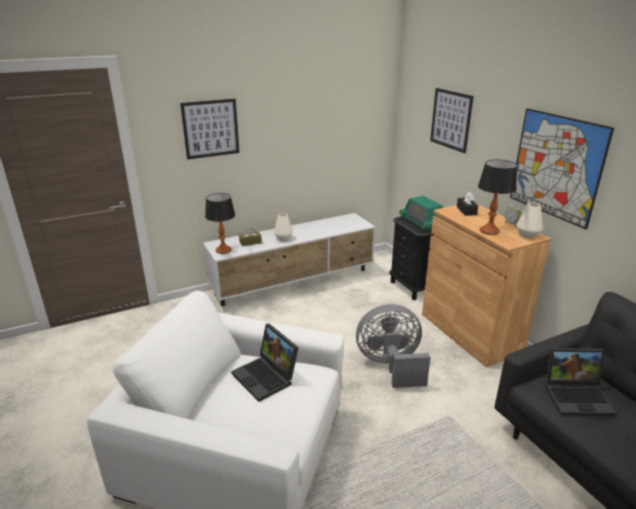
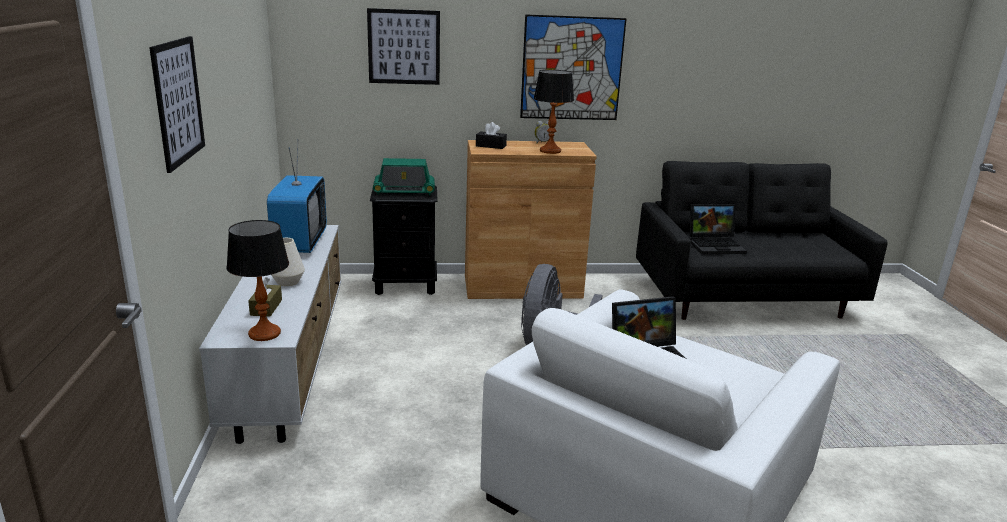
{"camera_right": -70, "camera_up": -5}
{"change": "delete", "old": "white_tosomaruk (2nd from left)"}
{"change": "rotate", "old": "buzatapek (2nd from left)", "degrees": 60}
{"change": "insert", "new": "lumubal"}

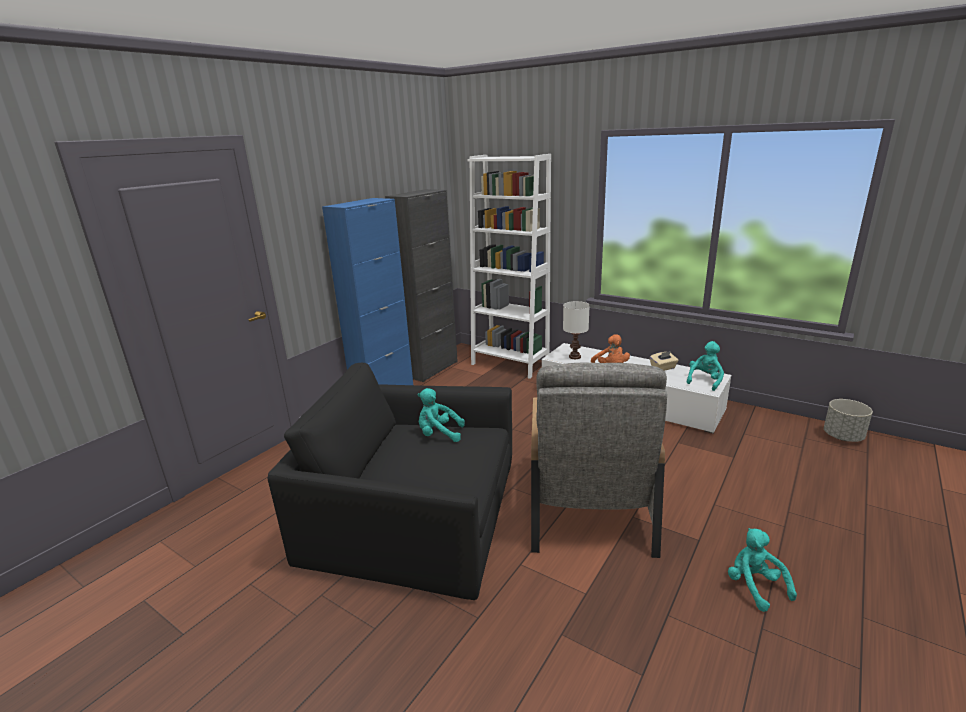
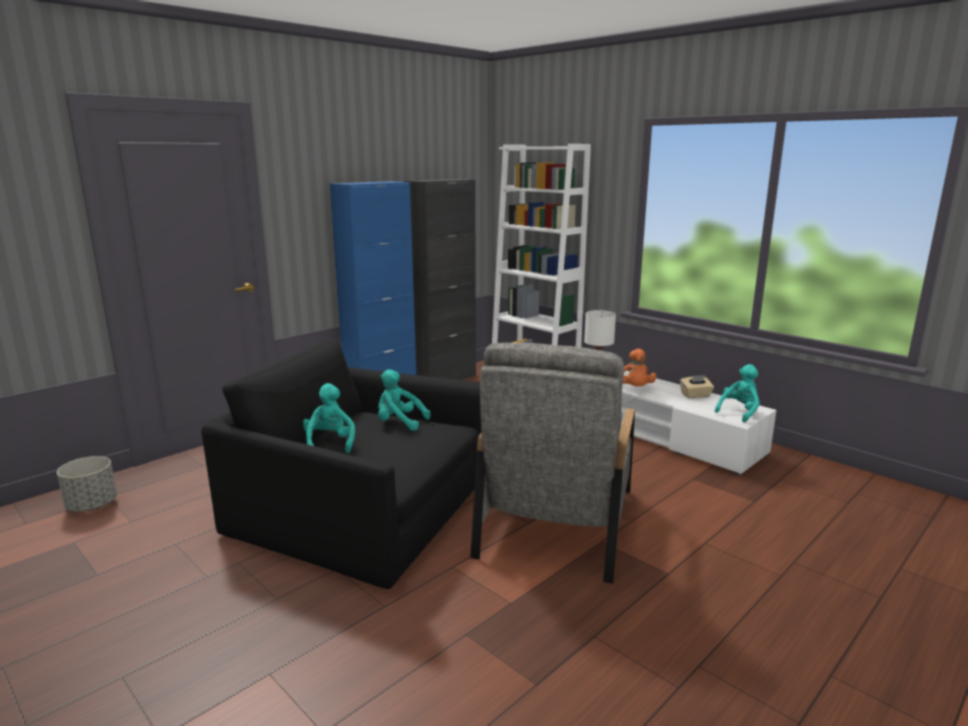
{"camera_right": 10, "camera_up": -5}
{"change": "move", "old": "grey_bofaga"}
{"change": "move", "old": "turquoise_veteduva (3rd from left in the first image)", "new": "turquoise_veteduva (1st from left)"}

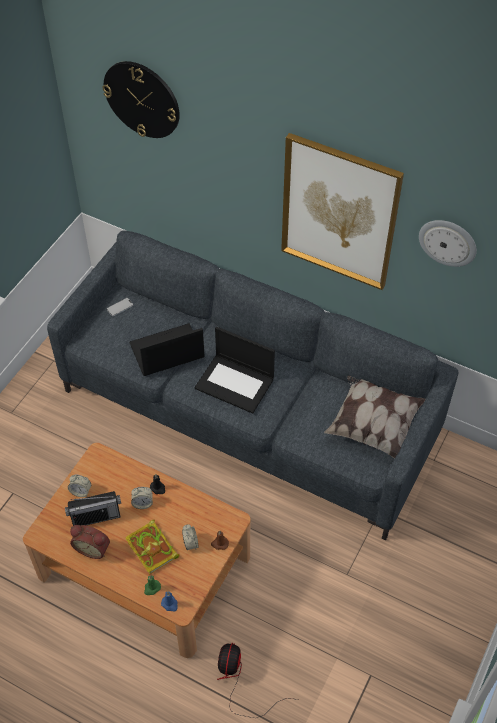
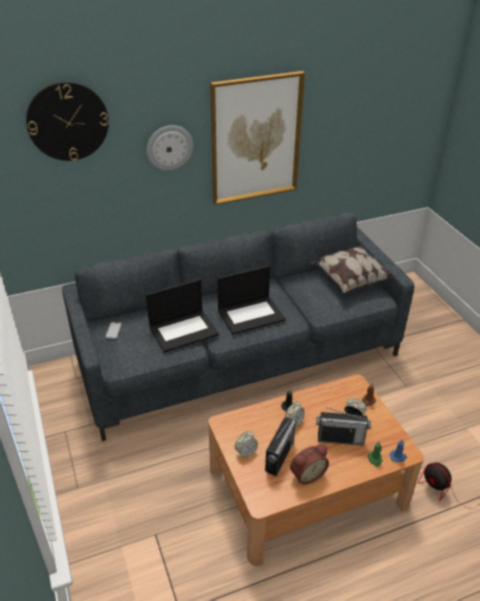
{"camera_right": -50, "camera_up": -15}
{"change": "move", "old": "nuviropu (2nd from left)"}
{"change": "rotate", "old": "buzatapek (1st from left)", "degrees": -135}
{"change": "replace", "old": "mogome", "new": "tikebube (2nd from left)"}

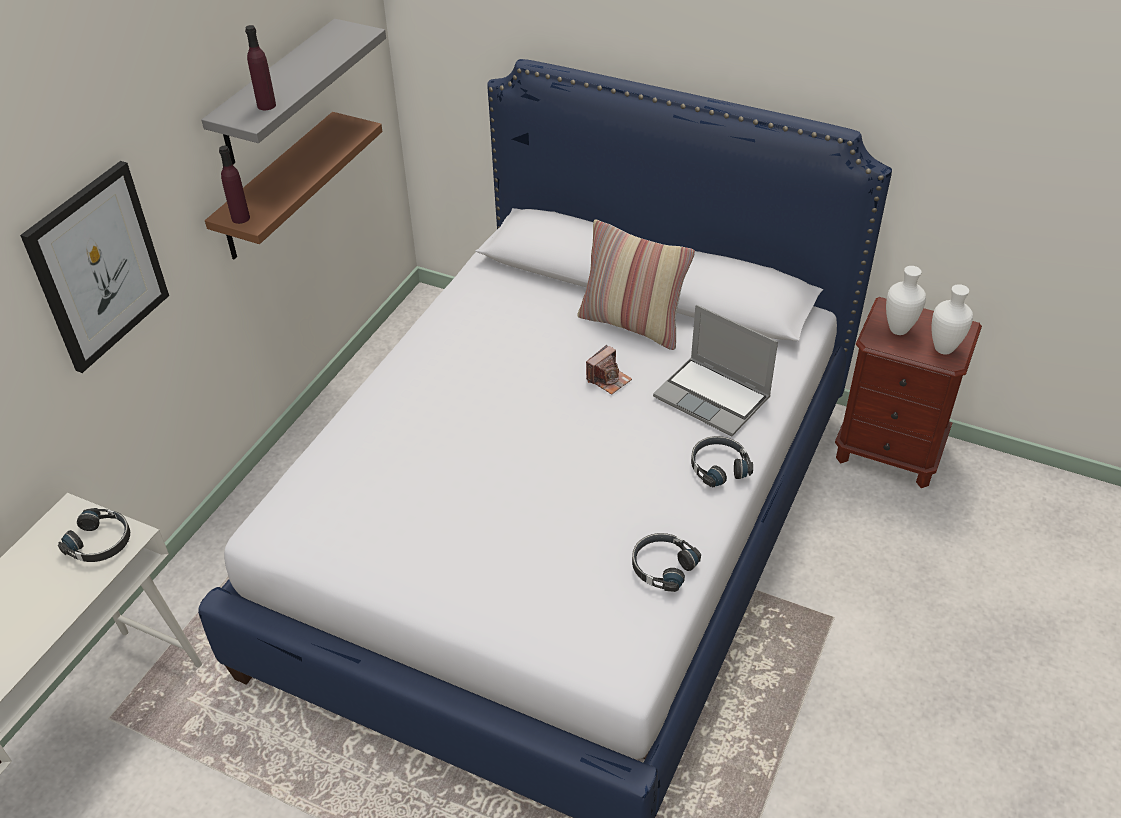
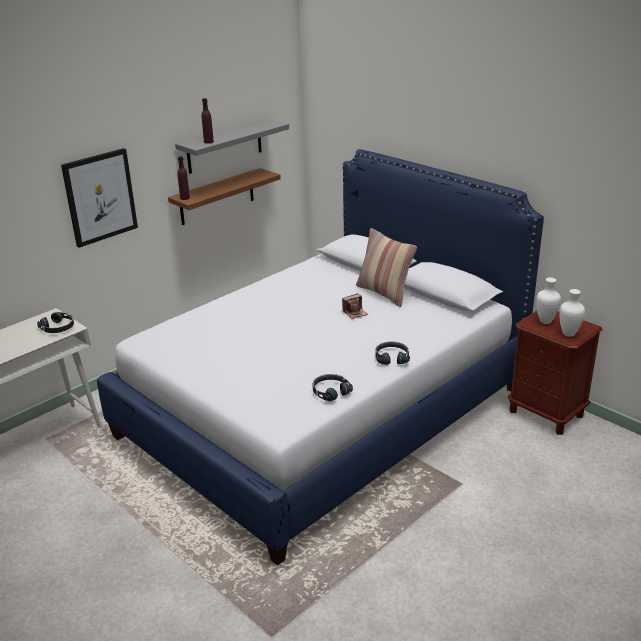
{"camera_right": 20, "camera_up": -15}
{"change": "delete", "old": "buzatapek"}

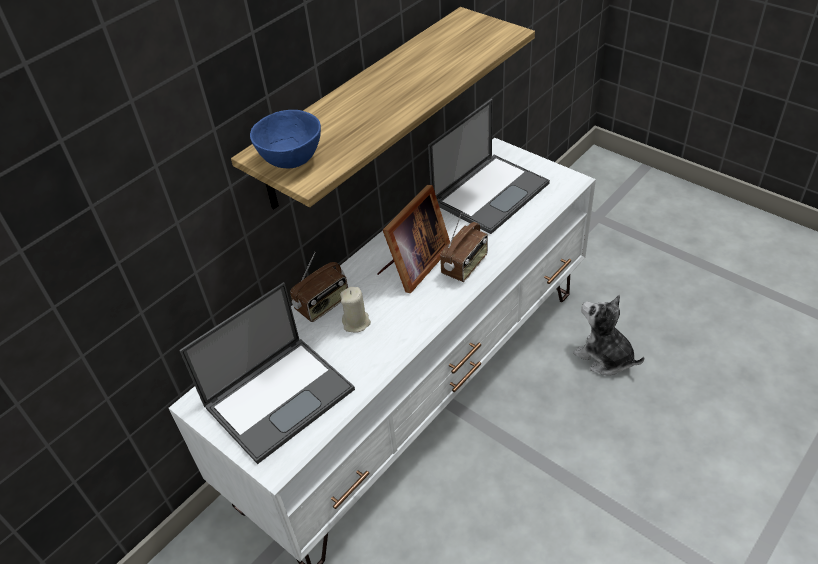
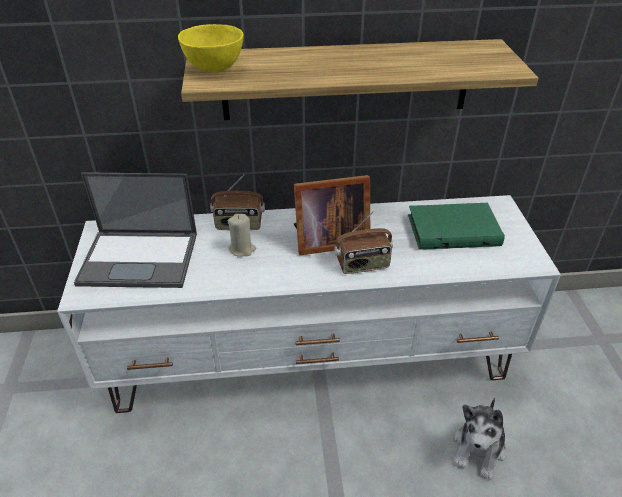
{"camera_right": 40, "camera_up": -5}
{"change": "replace", "old": "buzatapek (2nd from left)", "new": "green_mogome"}
{"change": "recolor", "old": "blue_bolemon", "new": "yellow_bolemon"}
{"change": "rotate", "old": "veteduva", "degrees": -150}

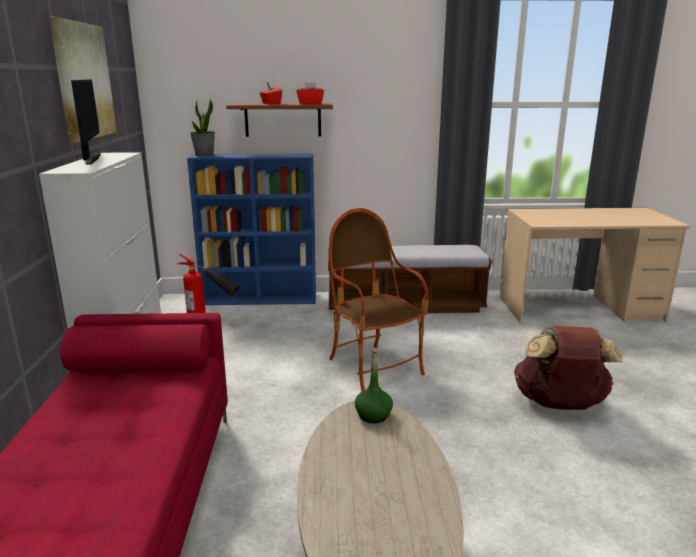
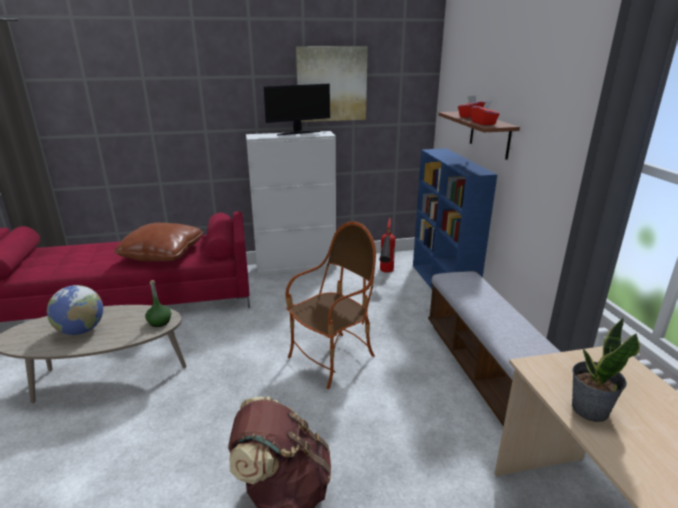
{"camera_right": 80, "camera_up": 5}
{"change": "move", "old": "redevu"}
{"change": "insert", "new": "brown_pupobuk"}
{"change": "insert", "new": "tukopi"}

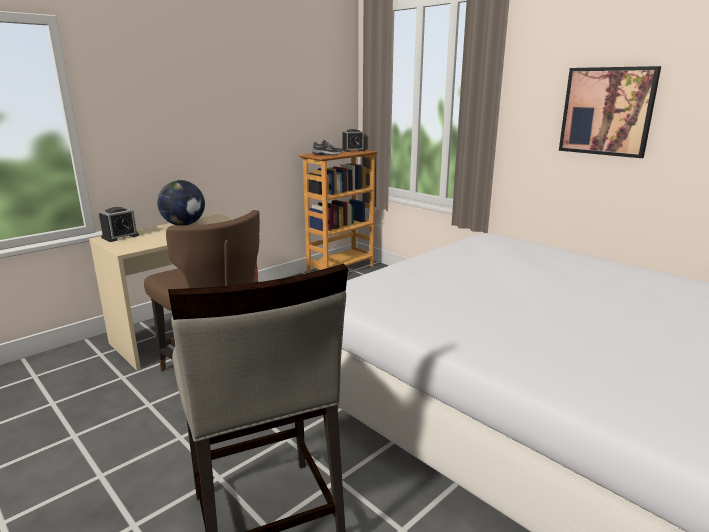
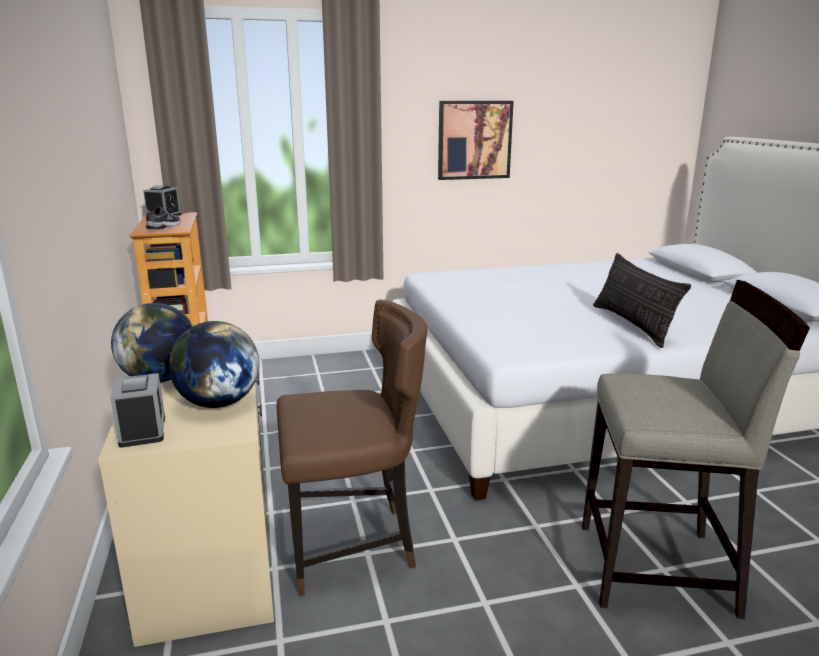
{"camera_right": -60, "camera_up": 0}
{"change": "insert", "new": "pupobuk"}
{"change": "insert", "new": "tukopi (2nd from left)"}

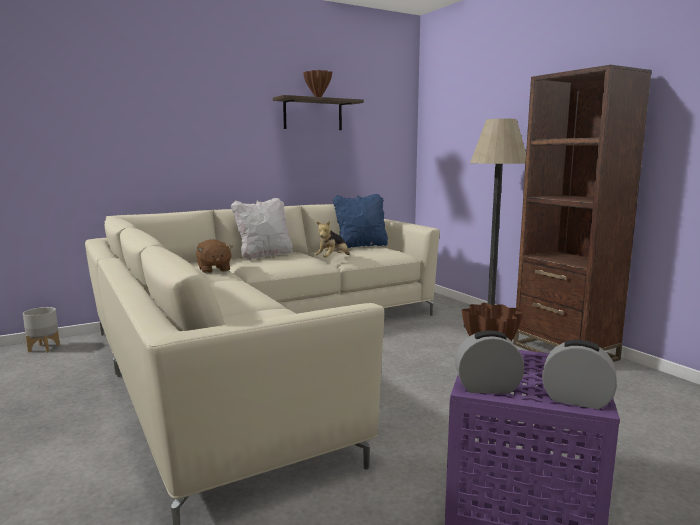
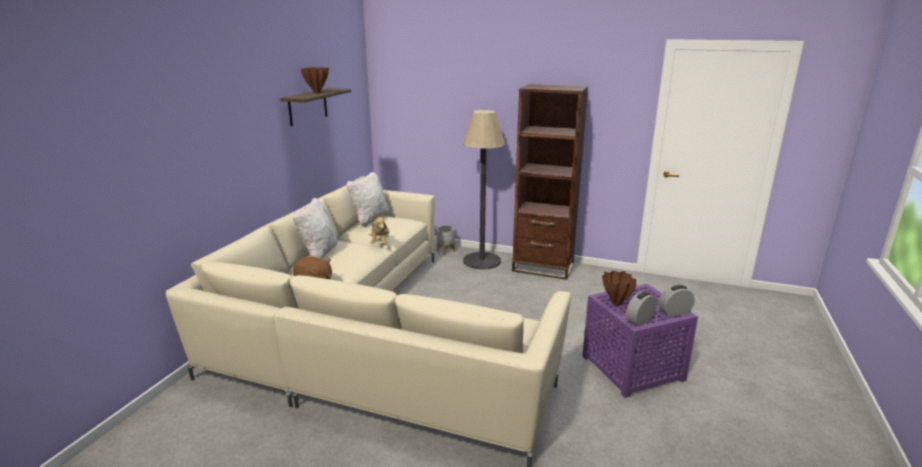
{"camera_right": -40, "camera_up": 10}
{"change": "recolor", "old": "blue_pupobuk", "new": "white_pupobuk (2nd from left)"}
{"change": "move", "old": "grey_bofaga"}

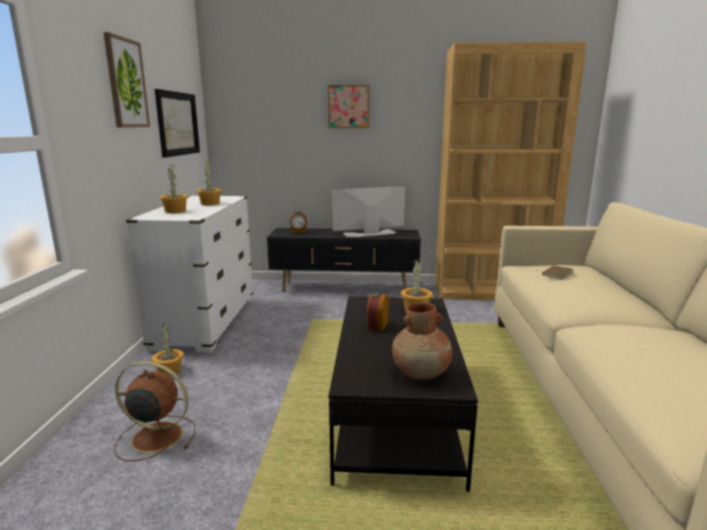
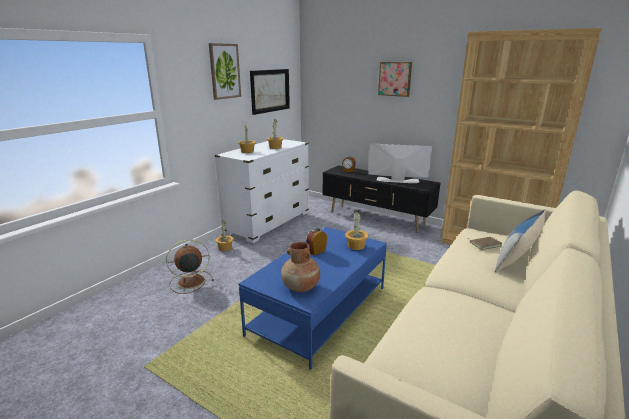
{"camera_right": 30, "camera_up": 5}
{"change": "recolor", "old": "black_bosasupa", "new": "blue_bosasupa"}
{"change": "rotate", "old": "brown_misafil", "degrees": -60}
{"change": "insert", "new": "pupobuk"}

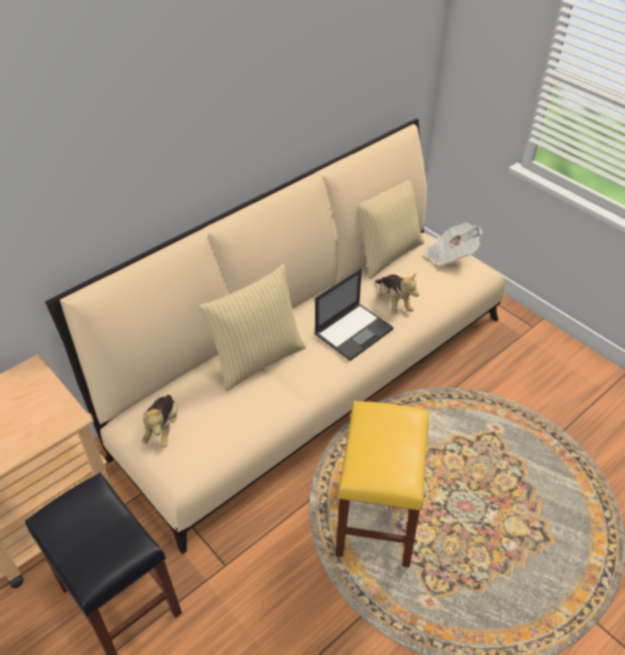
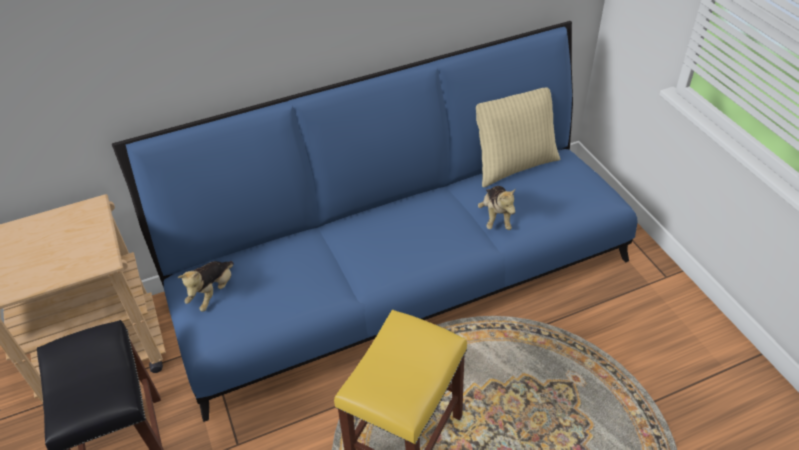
{"camera_right": 20, "camera_up": 0}
{"change": "recolor", "old": "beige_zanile", "new": "blue_zanile"}
{"change": "delete", "old": "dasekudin"}
{"change": "delete", "old": "beige_pupobuk (1st from left)"}
{"change": "delete", "old": "buzatapek"}

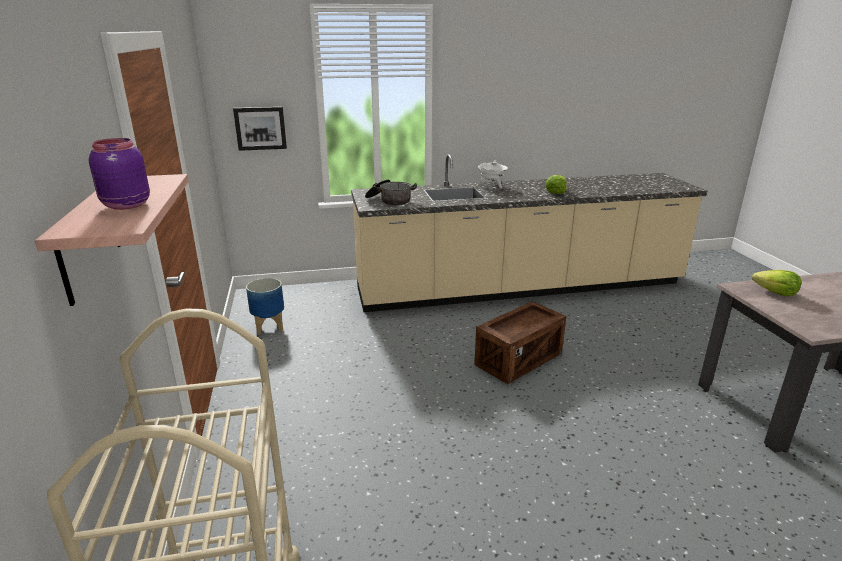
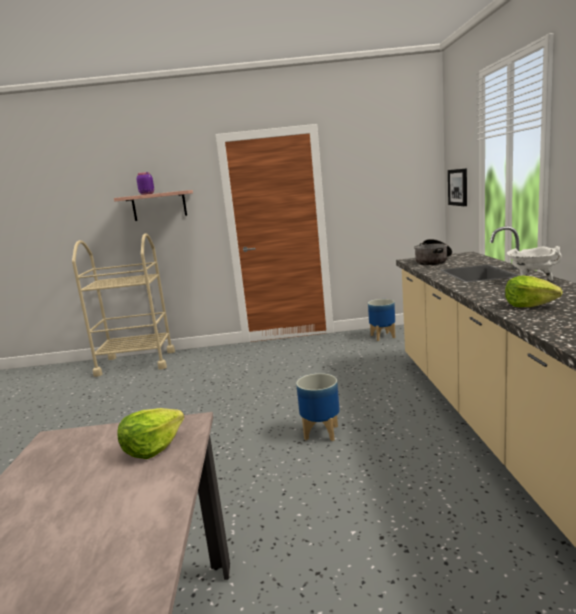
{"camera_right": 100, "camera_up": -10}
{"change": "replace", "old": "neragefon", "new": "bofaga (1st from left)"}

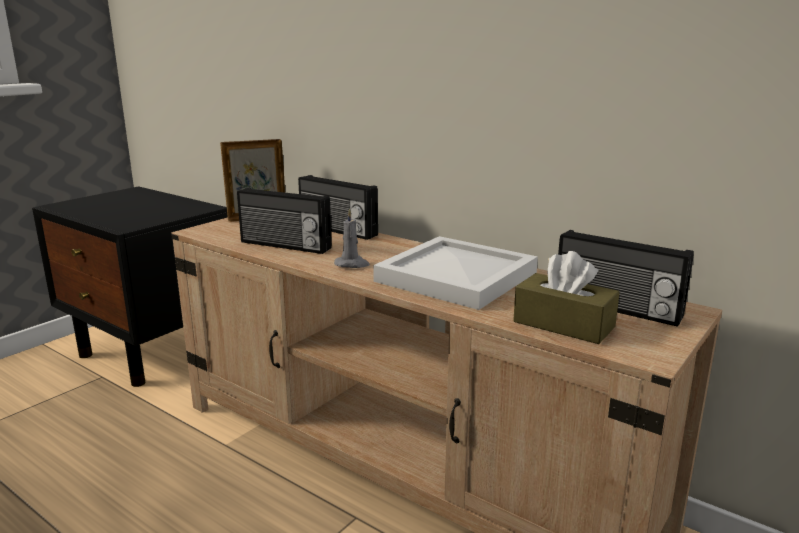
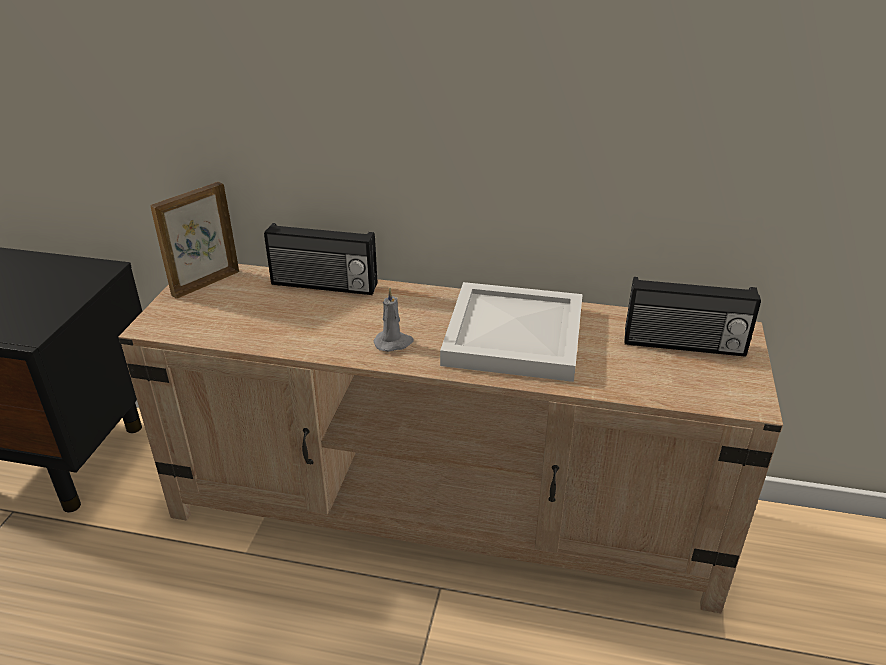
{"camera_right": -25, "camera_up": 15}
{"change": "delete", "old": "tikebube (1st from left)"}
{"change": "delete", "old": "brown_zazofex"}

